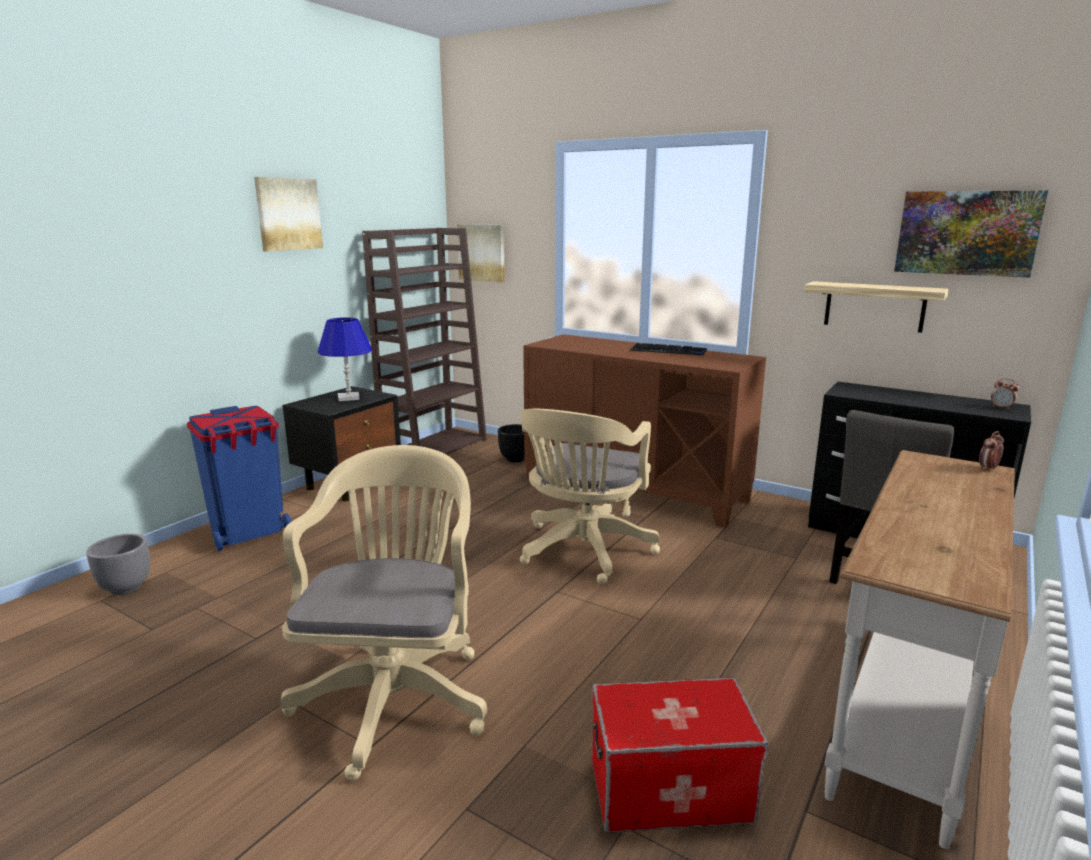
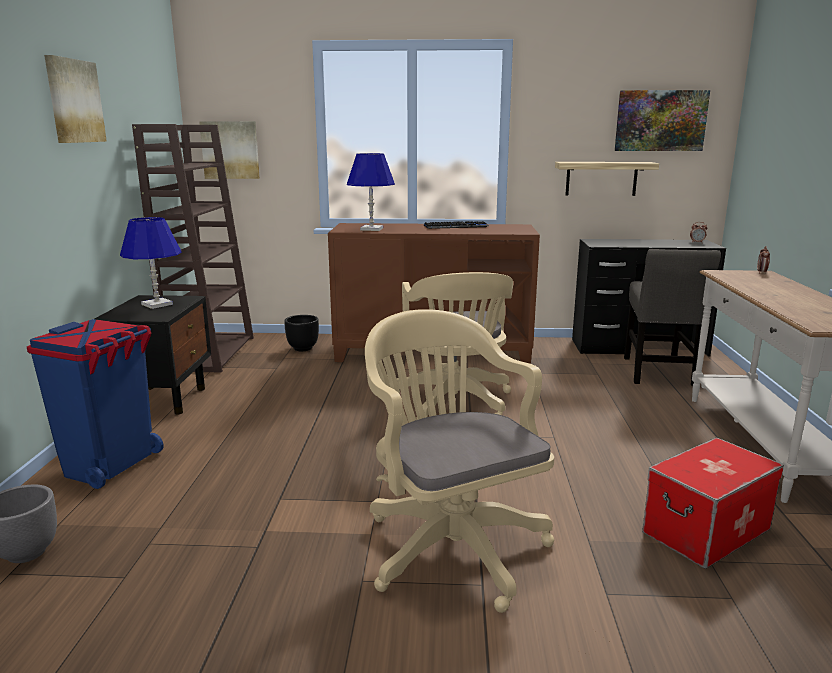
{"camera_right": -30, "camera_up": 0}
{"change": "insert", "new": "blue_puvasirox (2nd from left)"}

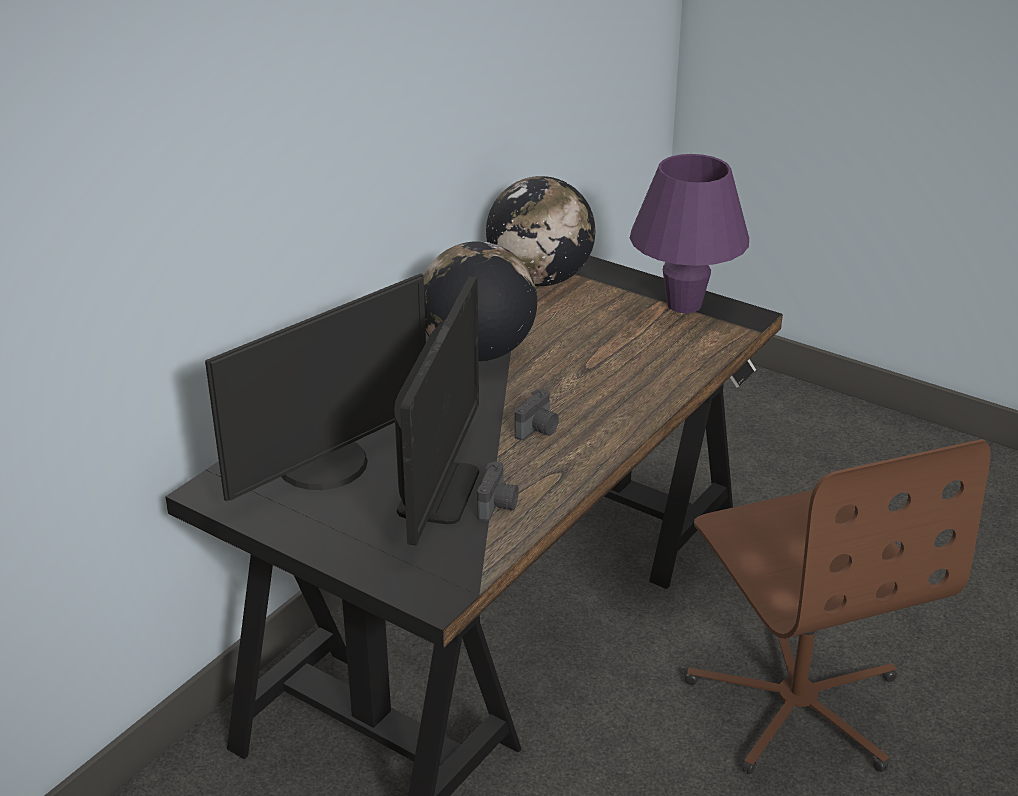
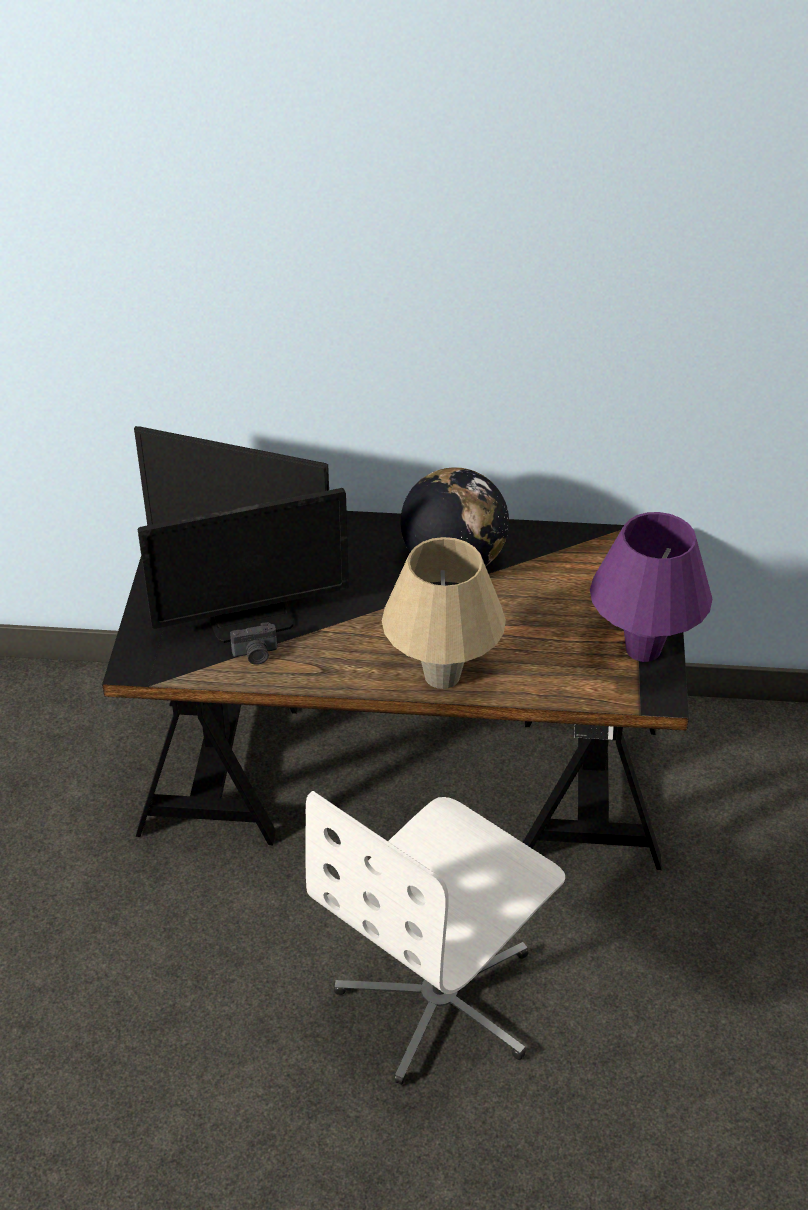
{"camera_right": 60, "camera_up": 10}
{"change": "delete", "old": "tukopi (2nd from left)"}
{"change": "delete", "old": "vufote (2nd from left)"}
{"change": "recolor", "old": "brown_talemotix", "new": "white_talemotix"}
{"change": "insert", "new": "beige_puvasirox"}

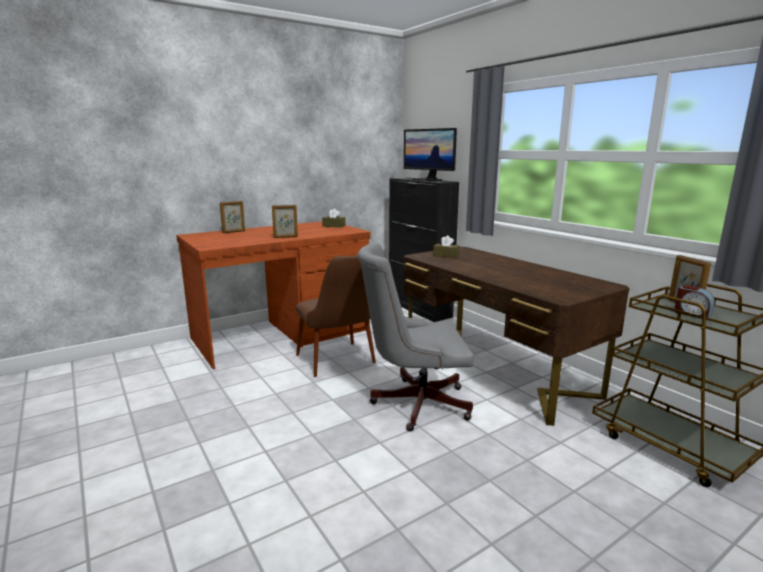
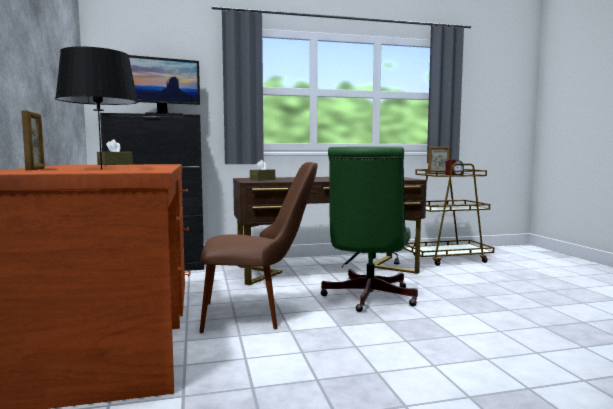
{"camera_right": -70, "camera_up": -10}
{"change": "delete", "old": "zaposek (2nd from left)"}
{"change": "recolor", "old": "grey_talemotix", "new": "green_talemotix"}
{"change": "insert", "new": "black_puvasirox"}

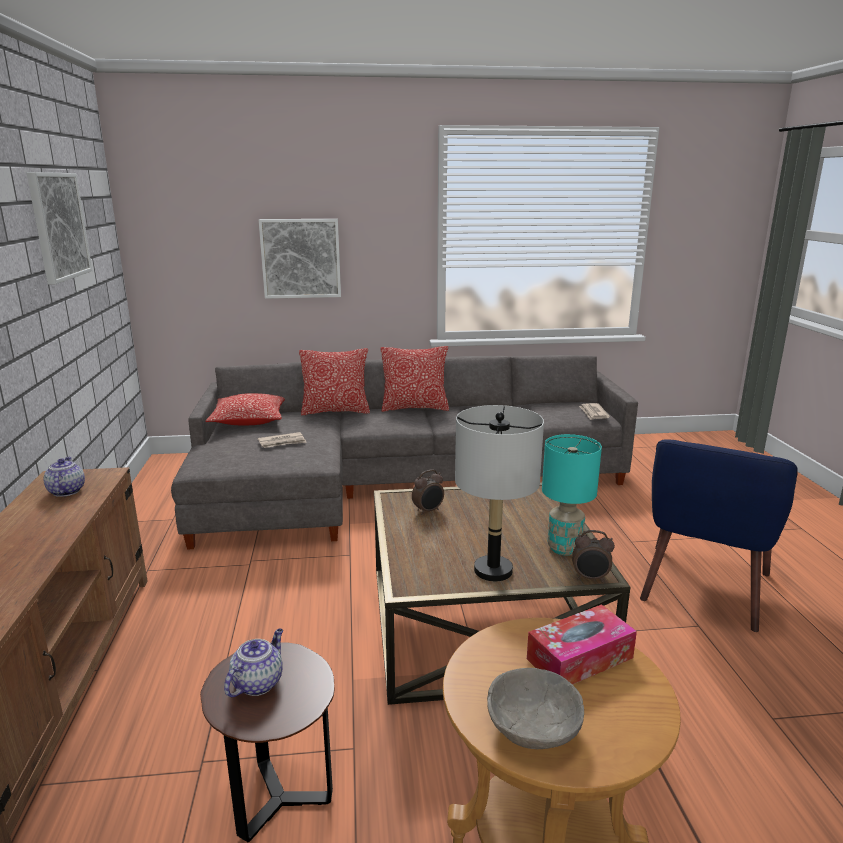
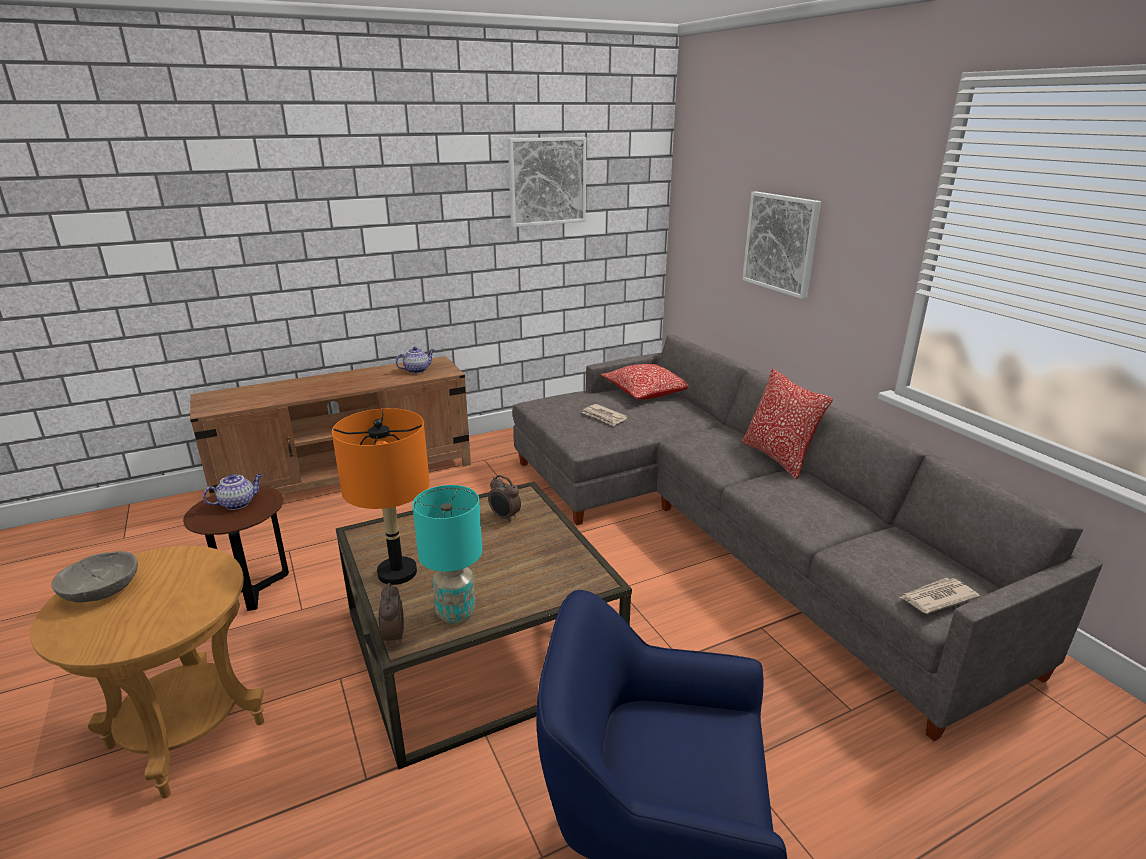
{"camera_right": 70, "camera_up": 5}
{"change": "delete", "old": "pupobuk (2nd from left)"}
{"change": "recolor", "old": "grey_puvasirox", "new": "orange_puvasirox"}
{"change": "delete", "old": "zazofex"}
{"change": "rotate", "old": "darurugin (2nd from left in the first image)", "degrees": -45}

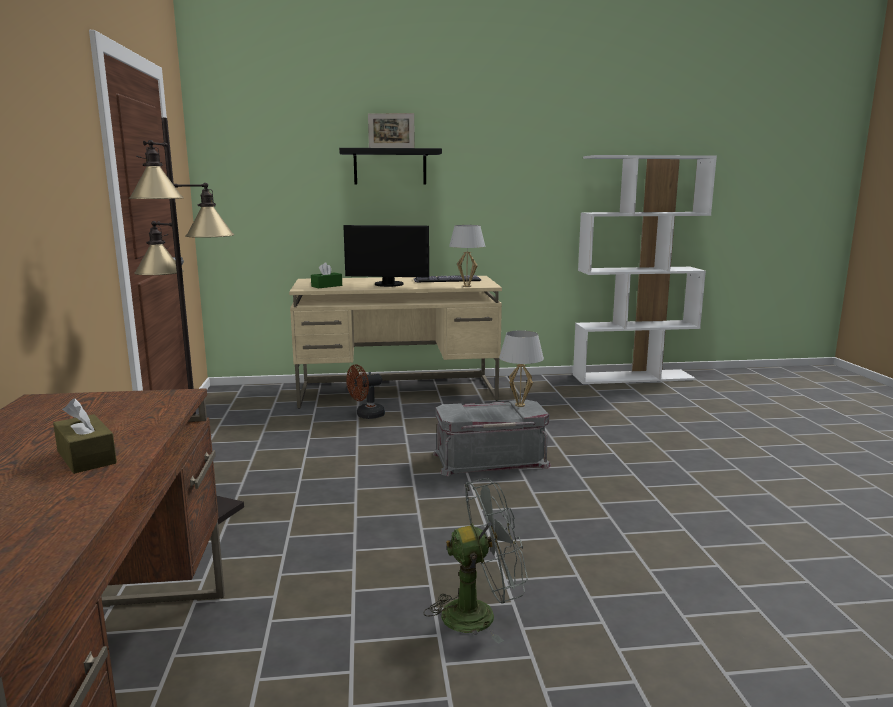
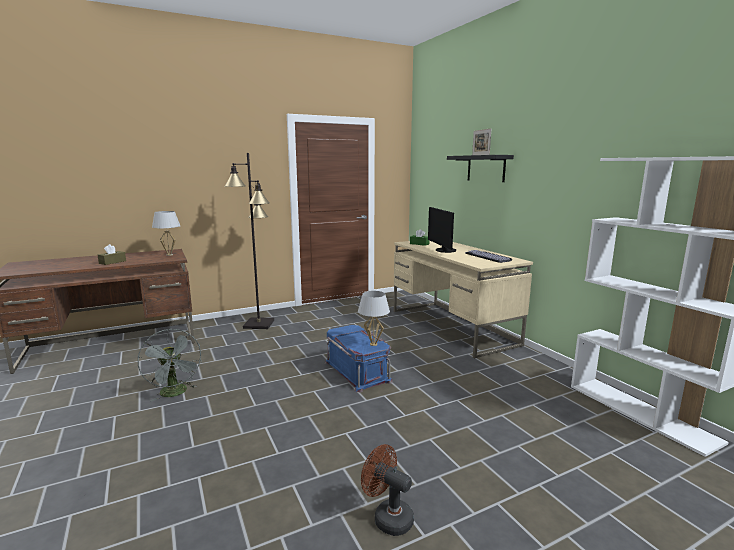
{"camera_right": 70, "camera_up": 0}
{"change": "move", "old": "white_puvasirox (1st from left)"}
{"change": "move", "old": "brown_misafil"}
{"change": "recolor", "old": "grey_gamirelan", "new": "blue_gamirelan"}

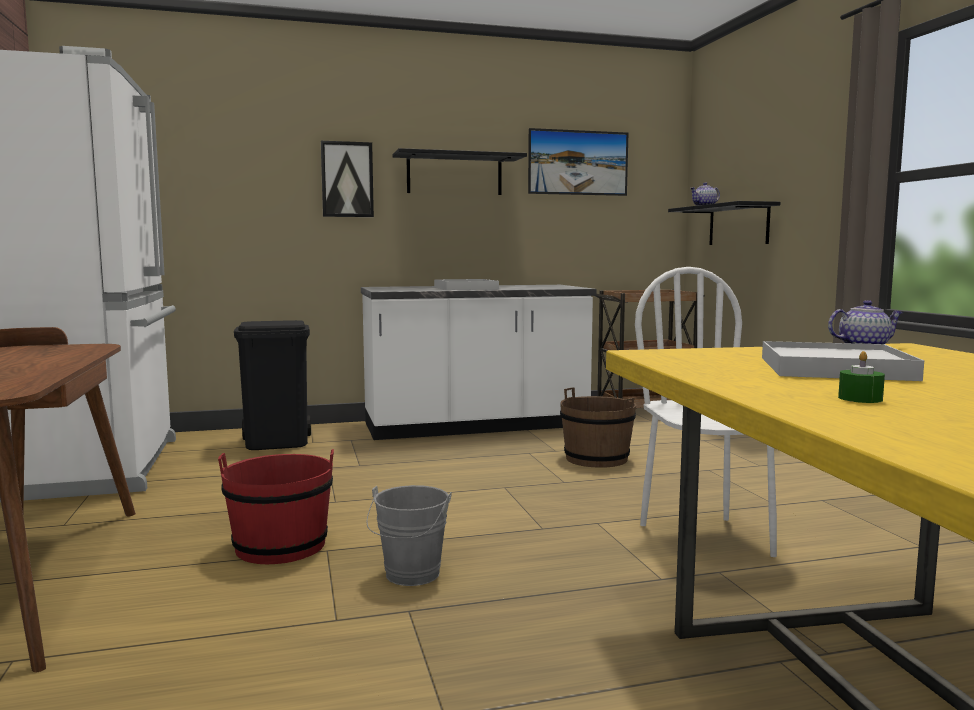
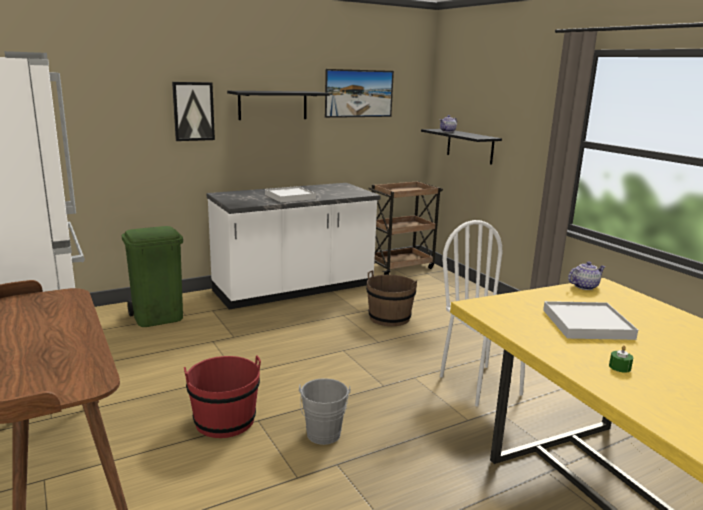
{"camera_right": -15, "camera_up": 10}
{"change": "recolor", "old": "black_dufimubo", "new": "green_dufimubo"}

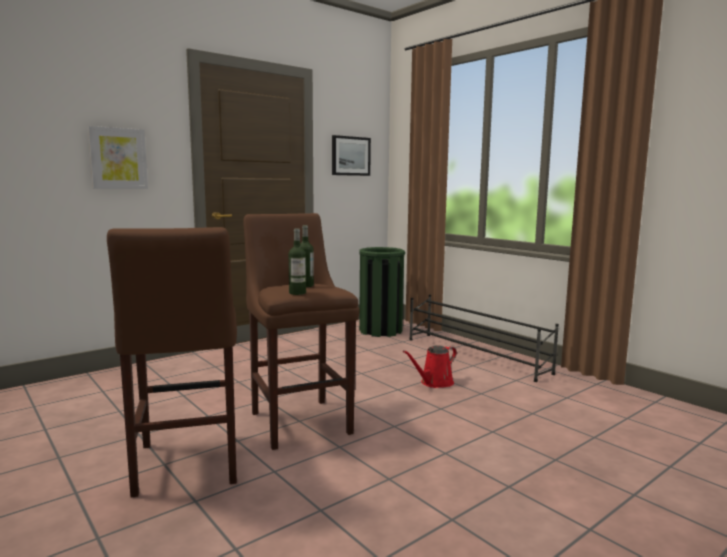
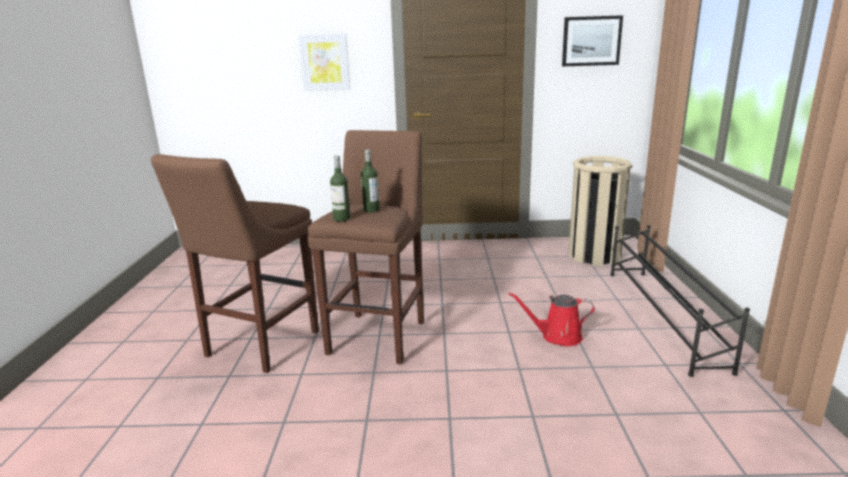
{"camera_right": 40, "camera_up": 10}
{"change": "recolor", "old": "green_dufimubo", "new": "beige_dufimubo"}

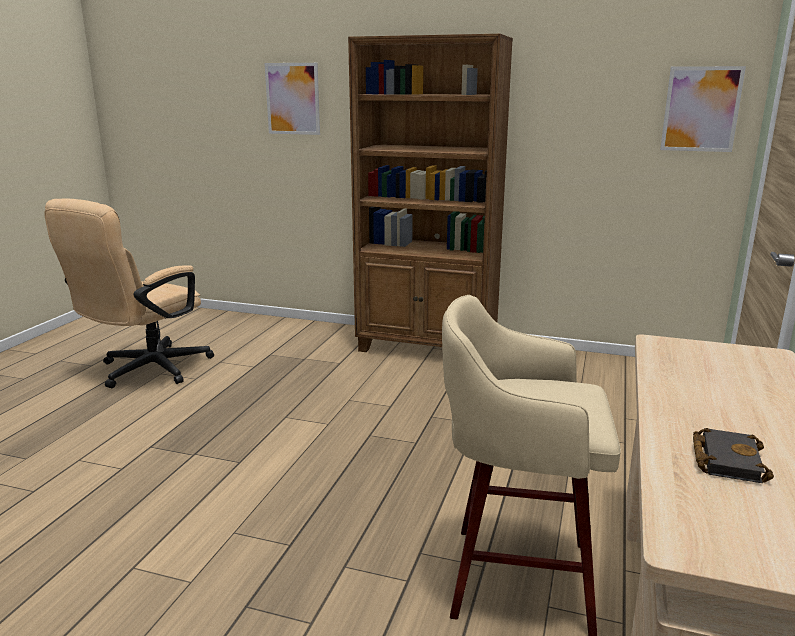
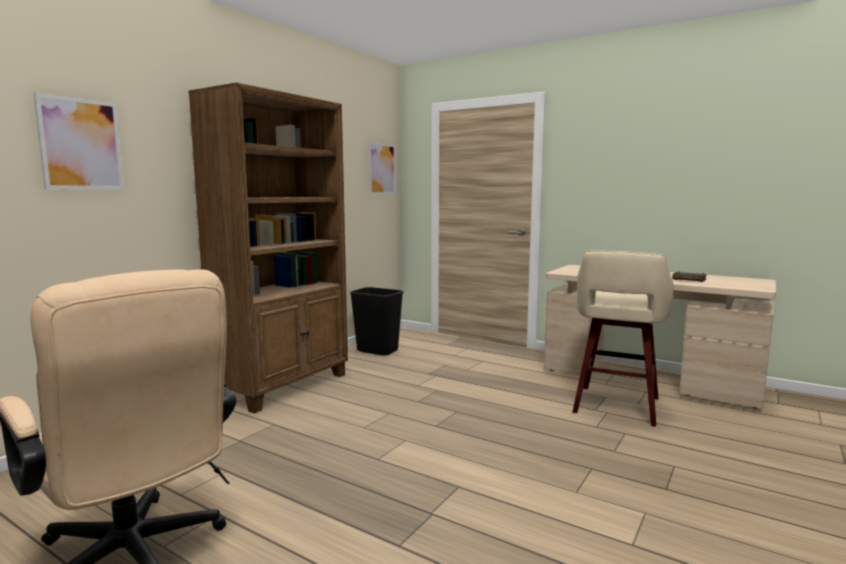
{"camera_right": -75, "camera_up": -10}
{"change": "insert", "new": "black_dufimubo"}

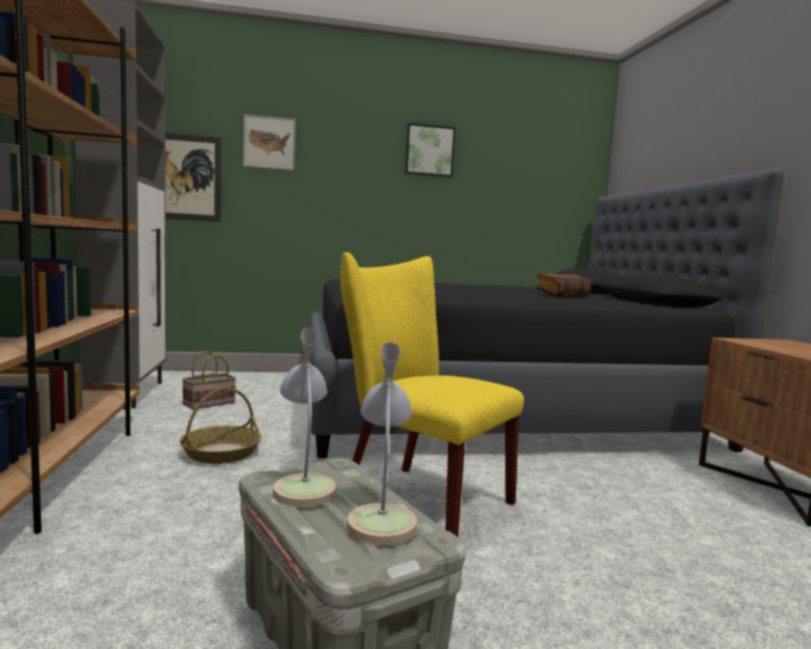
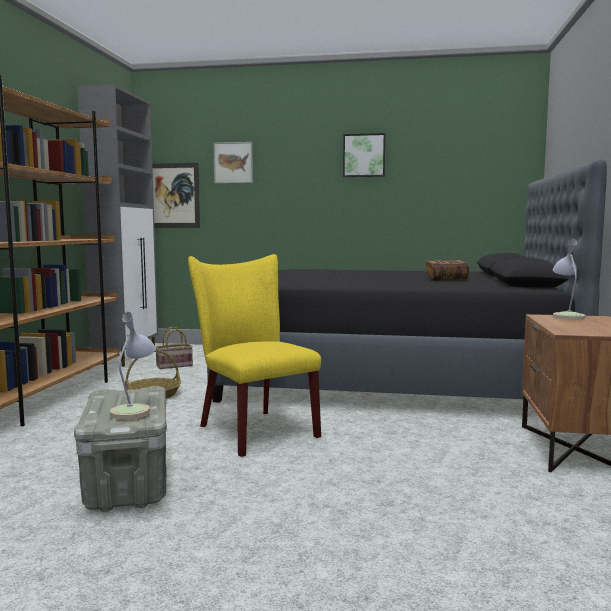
{"camera_right": 20, "camera_up": 0}
{"change": "move", "old": "puvasirox (1st from left in the first image)", "new": "puvasirox (2nd from left)"}

